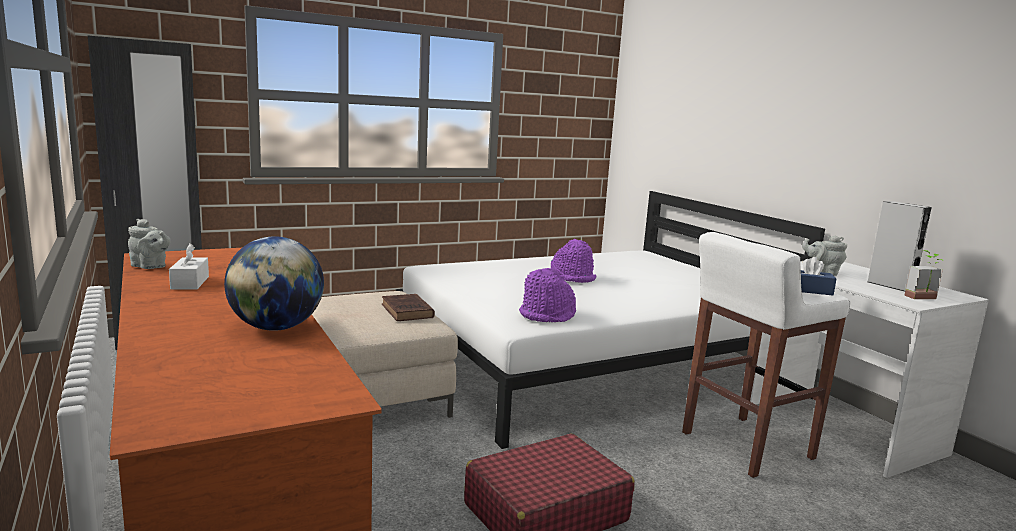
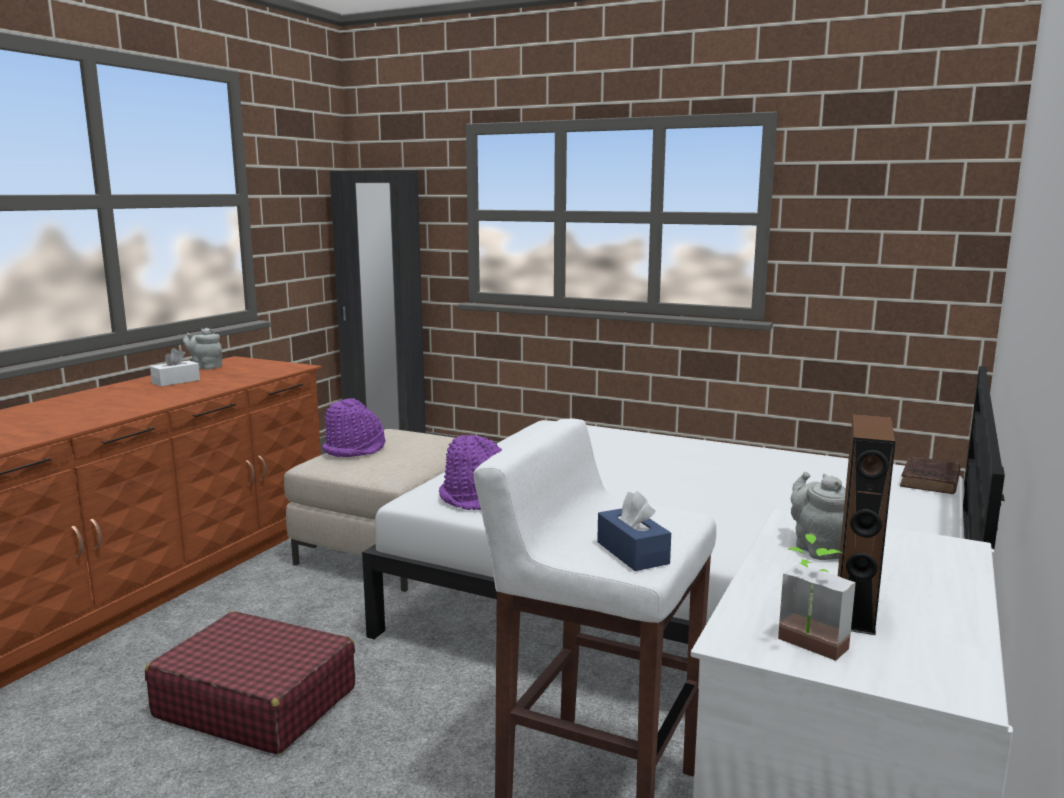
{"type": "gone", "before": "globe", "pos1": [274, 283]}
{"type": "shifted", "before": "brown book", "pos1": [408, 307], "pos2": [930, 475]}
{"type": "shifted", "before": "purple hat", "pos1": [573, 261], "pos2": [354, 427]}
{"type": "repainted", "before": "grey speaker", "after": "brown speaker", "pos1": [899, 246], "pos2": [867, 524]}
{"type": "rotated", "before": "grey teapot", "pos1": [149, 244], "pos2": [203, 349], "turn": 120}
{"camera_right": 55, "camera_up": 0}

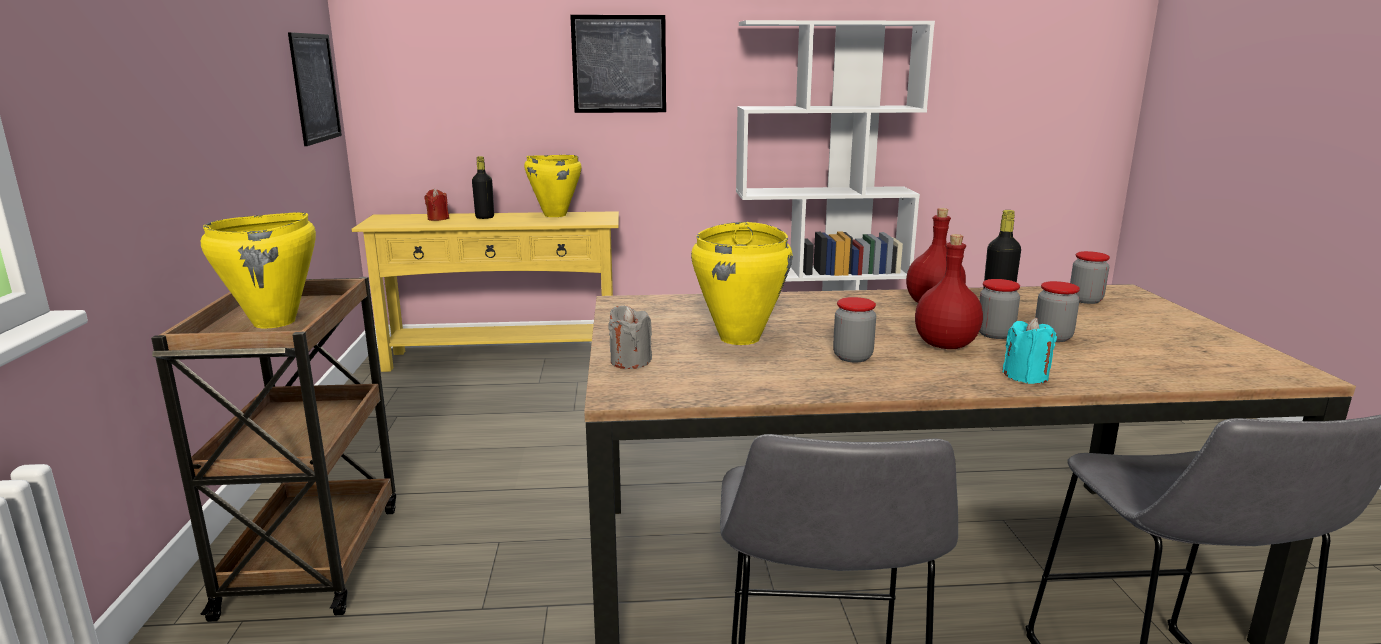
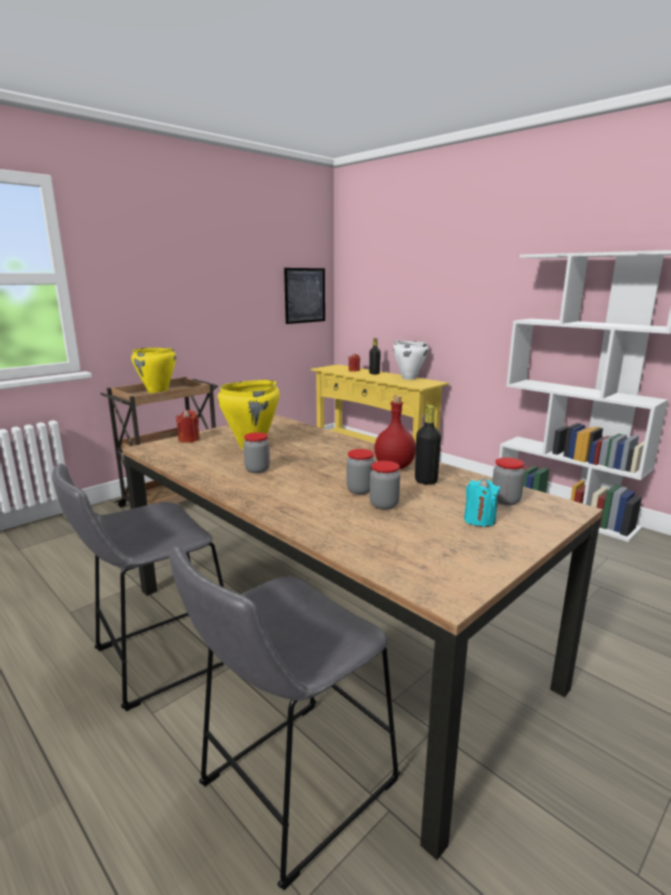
{"type": "gone", "before": "picture", "pos1": [618, 64]}
{"type": "gone", "before": "red bottle", "pos1": [949, 291]}
{"type": "shifted", "before": "turquoise candle", "pos1": [1029, 351], "pos2": [482, 502]}
{"type": "repainted", "before": "yellow cooking pot", "after": "white cooking pot", "pos1": [553, 186], "pos2": [411, 360]}
{"type": "repainted", "before": "grey candle", "after": "red candle", "pos1": [630, 337], "pos2": [187, 426]}
{"camera_right": 50, "camera_up": 0}

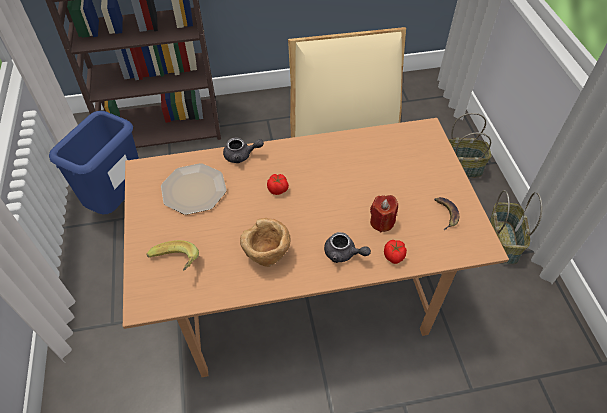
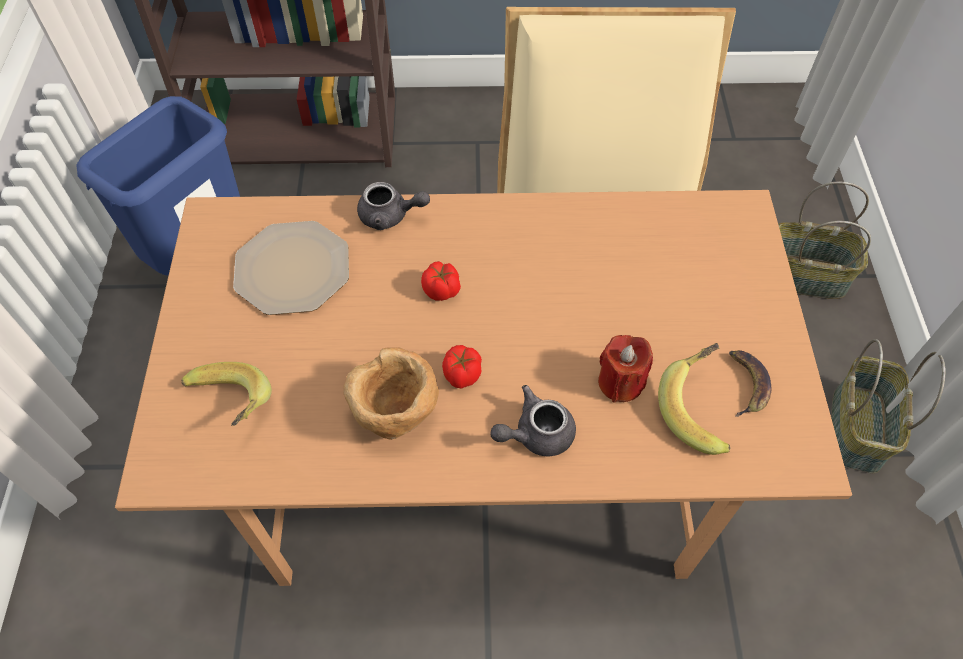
{"type": "new", "after": "banana", "pos2": [694, 399]}
{"type": "shifted", "before": "tomato", "pos1": [395, 252], "pos2": [462, 367]}
{"type": "rotated", "before": "grey teapot", "pos1": [347, 247], "pos2": [533, 421], "turn": 120}
{"camera_right": 10, "camera_up": 5}

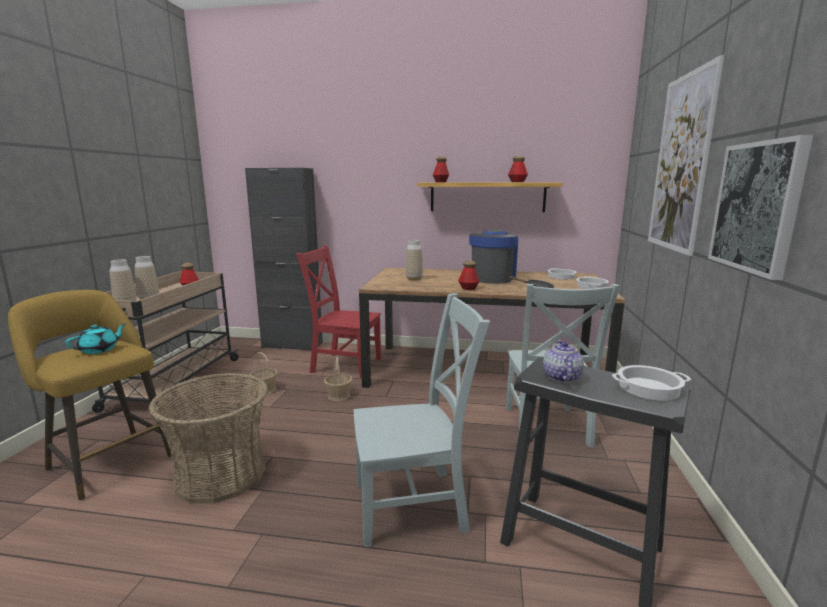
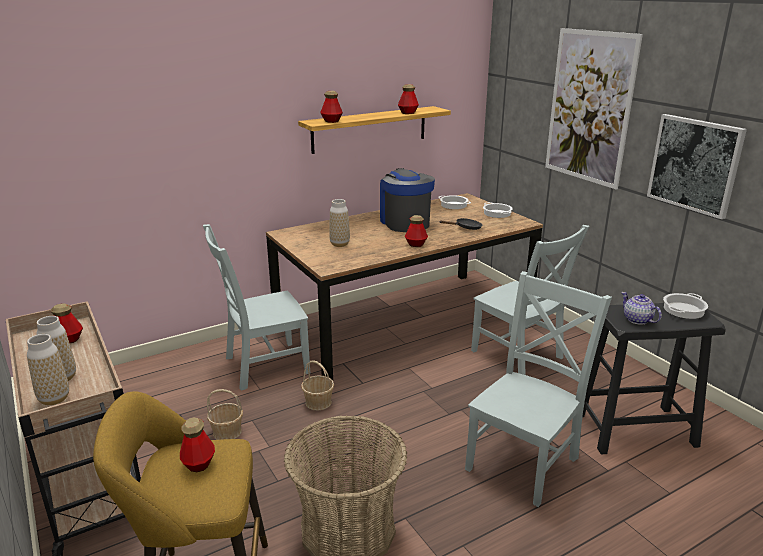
{"type": "gone", "before": "black cabinet", "pos1": [284, 259]}
{"type": "swapped", "before": "turquoise teapot", "after": "bottle", "pos1": [96, 339], "pos2": [197, 445]}
{"type": "repainted", "before": "red chair", "after": "grey chair", "pos1": [338, 312], "pos2": [256, 307]}
{"camera_right": -40, "camera_up": 10}

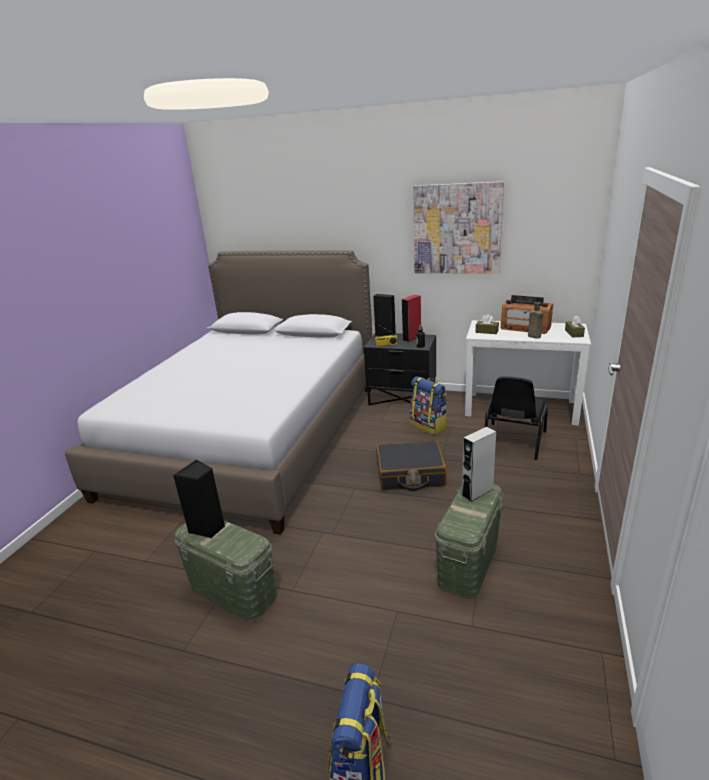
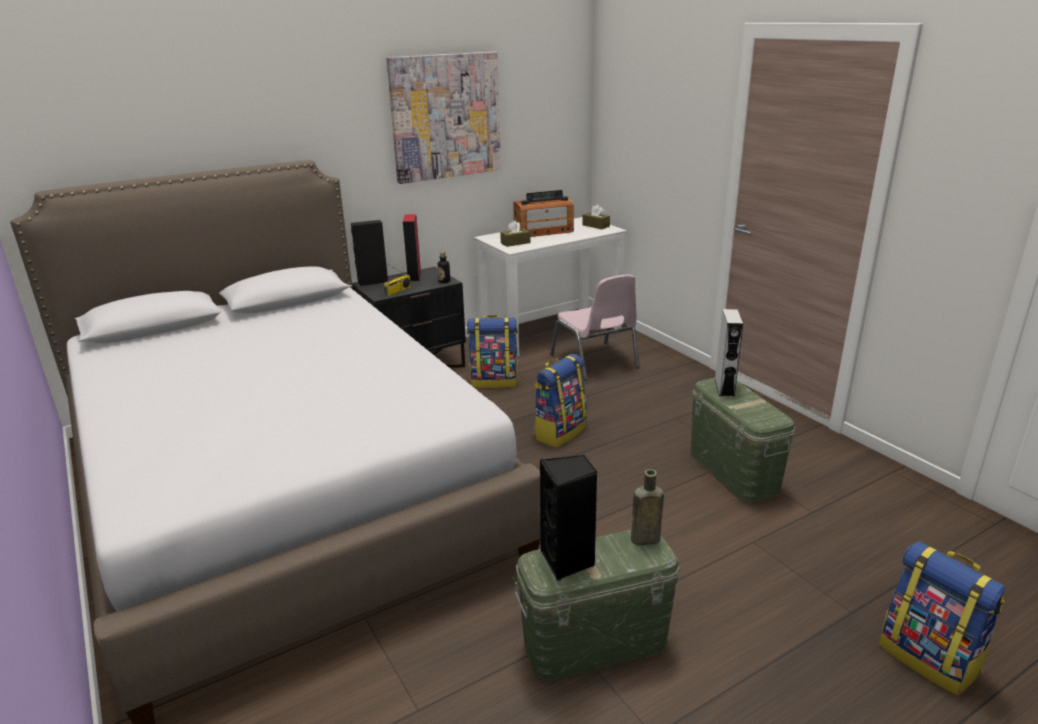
{"type": "shifted", "before": "brown bottle", "pos1": [535, 320], "pos2": [647, 507]}
{"type": "swapped", "before": "black suitcase", "after": "backpack", "pos1": [411, 466], "pos2": [560, 401]}
{"type": "repainted", "before": "black chair", "after": "pink chair", "pos1": [516, 418], "pos2": [594, 327]}
{"camera_right": -50, "camera_up": 0}

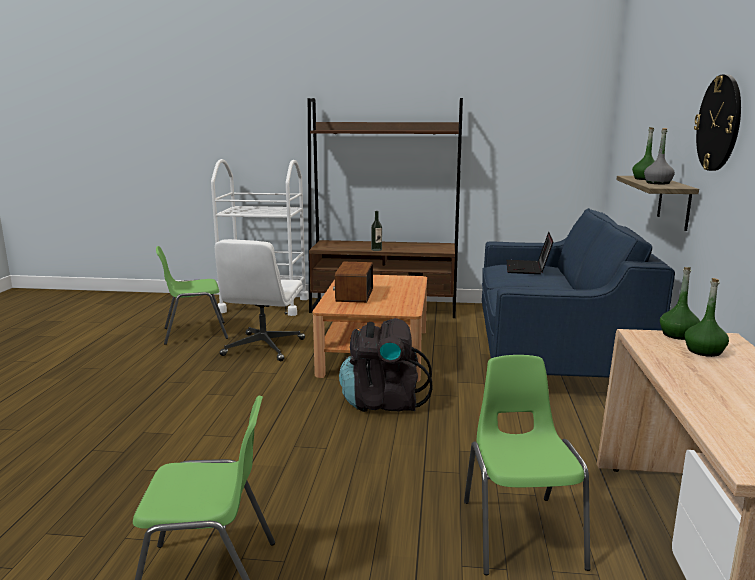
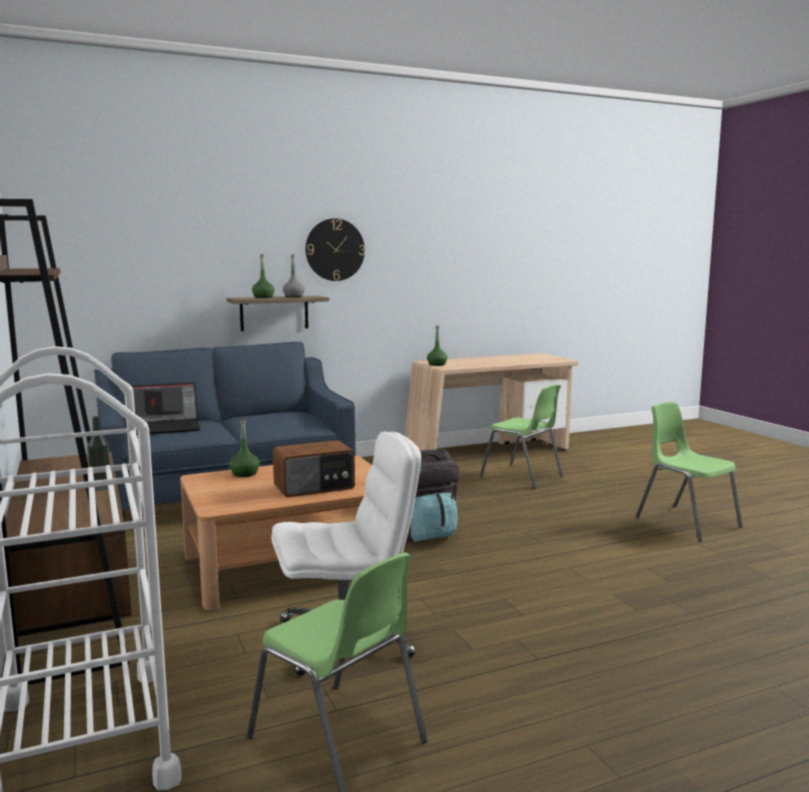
{"type": "shifted", "before": "green bottle", "pos1": [706, 317], "pos2": [244, 448]}
{"type": "rotated", "before": "green chair", "pos1": [527, 465], "pos2": [521, 436], "turn": -105}
{"camera_right": -120, "camera_up": -5}

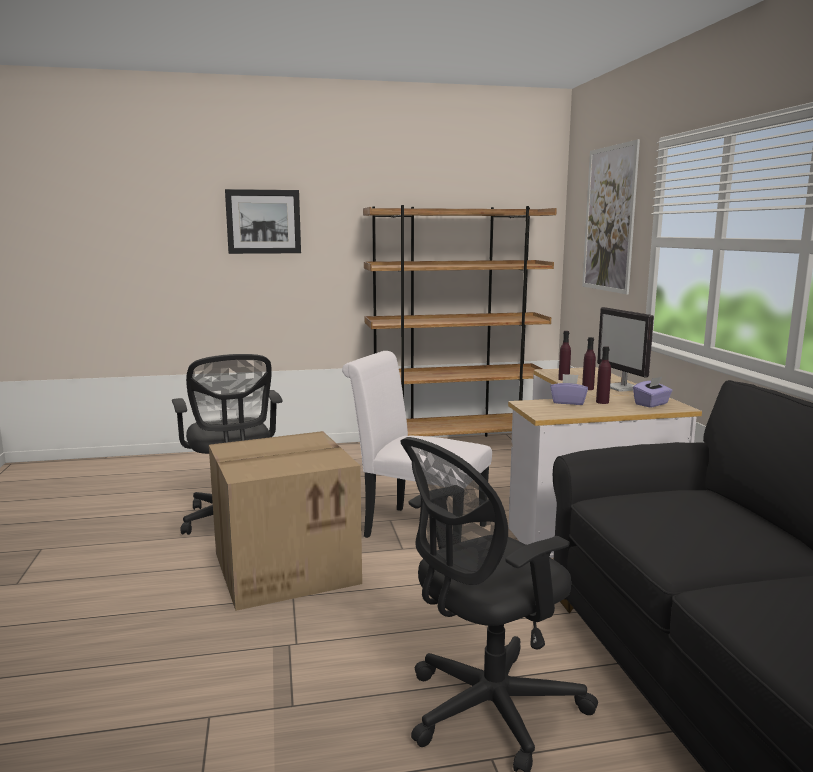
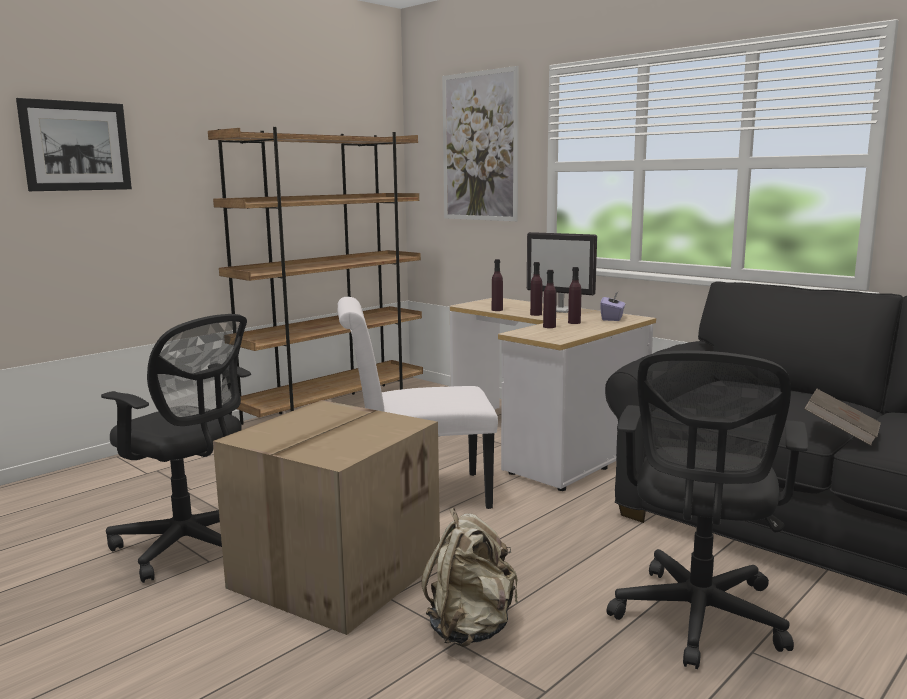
{"type": "new", "after": "beige backpack", "pos2": [469, 577]}
{"type": "new", "after": "brown book", "pos2": [842, 417]}
{"type": "swapped", "before": "purple tissue box", "after": "purple bottle", "pos1": [569, 389], "pos2": [549, 299]}
{"camera_right": -35, "camera_up": 0}

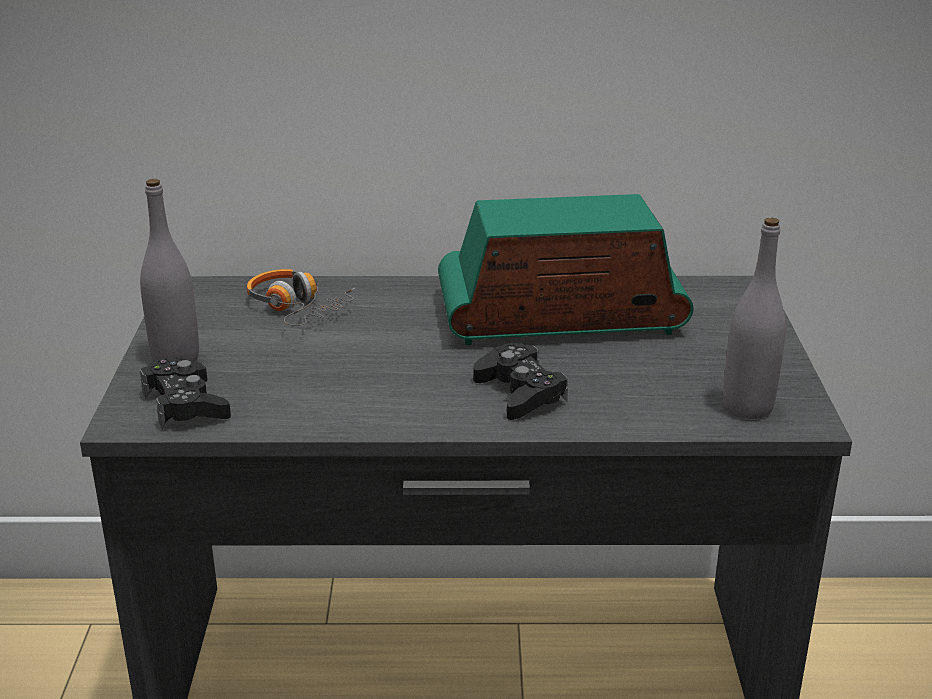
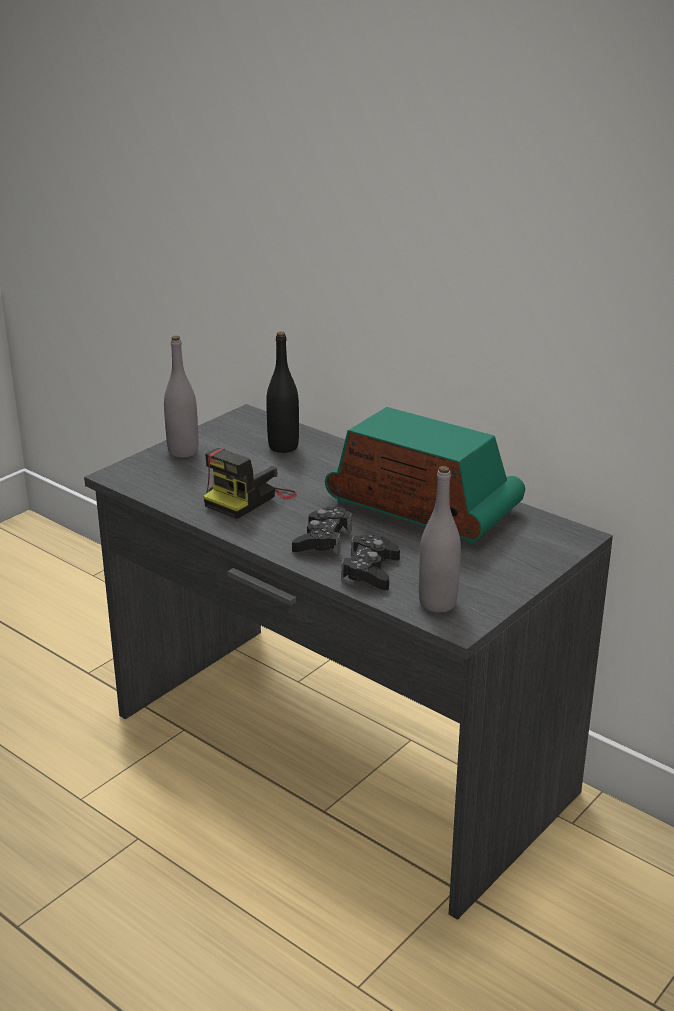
{"type": "new", "after": "photo camera", "pos2": [250, 483]}
{"type": "shifted", "before": "black game controller", "pos1": [185, 393], "pos2": [370, 562]}
{"type": "swapped", "before": "headphones", "after": "black bottle", "pos1": [301, 297], "pos2": [282, 392]}
{"camera_right": 40, "camera_up": 0}

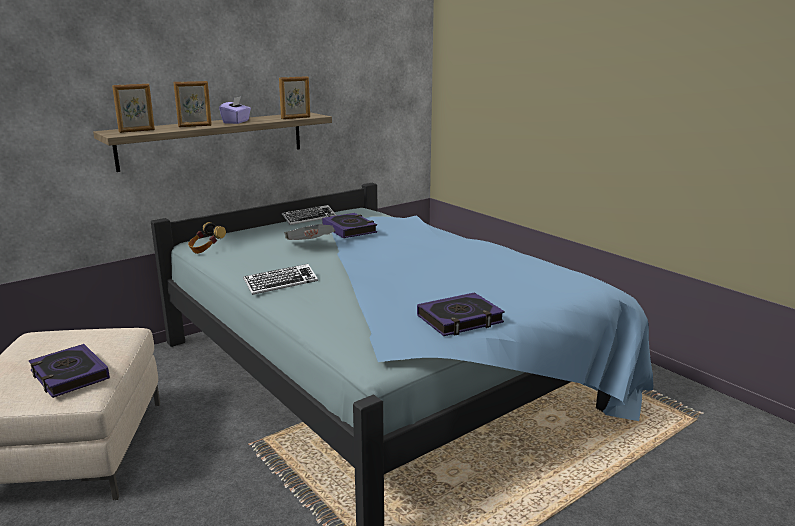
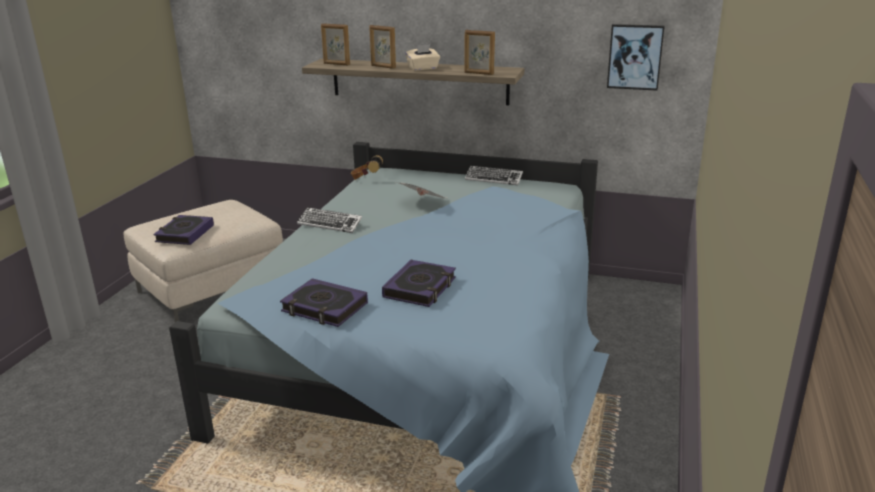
{"type": "new", "after": "picture", "pos2": [636, 57]}
{"type": "shifted", "before": "book", "pos1": [349, 225], "pos2": [419, 283]}
{"type": "repainted", "before": "purple tissue box", "after": "beige tissue box", "pos1": [235, 110], "pos2": [422, 57]}
{"camera_right": 55, "camera_up": 5}

